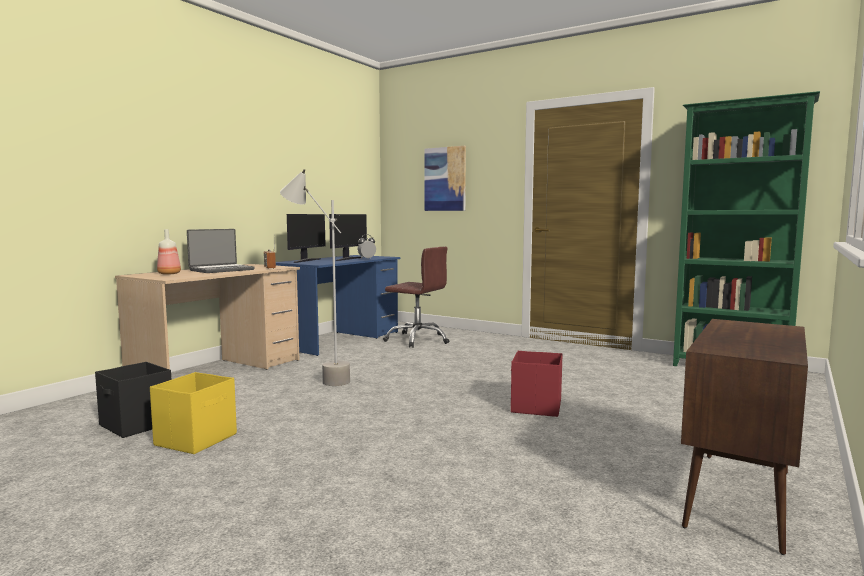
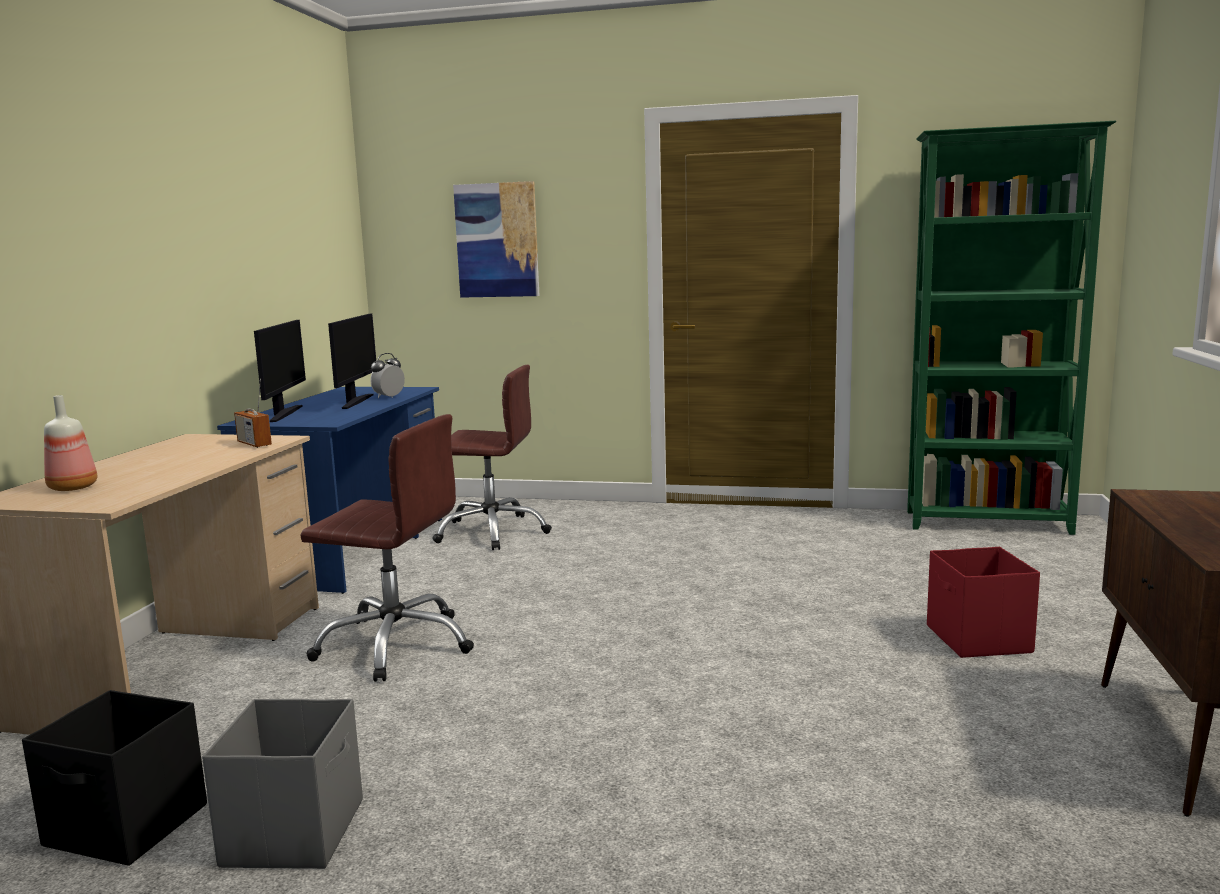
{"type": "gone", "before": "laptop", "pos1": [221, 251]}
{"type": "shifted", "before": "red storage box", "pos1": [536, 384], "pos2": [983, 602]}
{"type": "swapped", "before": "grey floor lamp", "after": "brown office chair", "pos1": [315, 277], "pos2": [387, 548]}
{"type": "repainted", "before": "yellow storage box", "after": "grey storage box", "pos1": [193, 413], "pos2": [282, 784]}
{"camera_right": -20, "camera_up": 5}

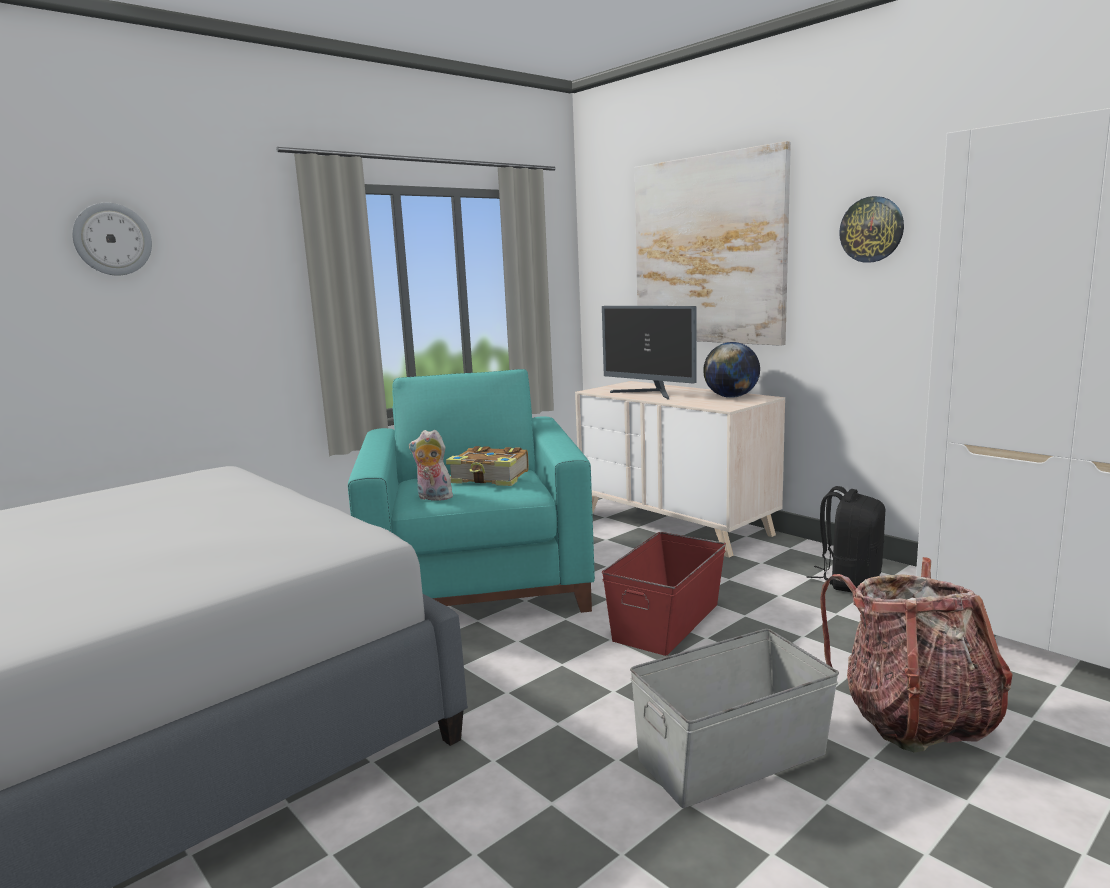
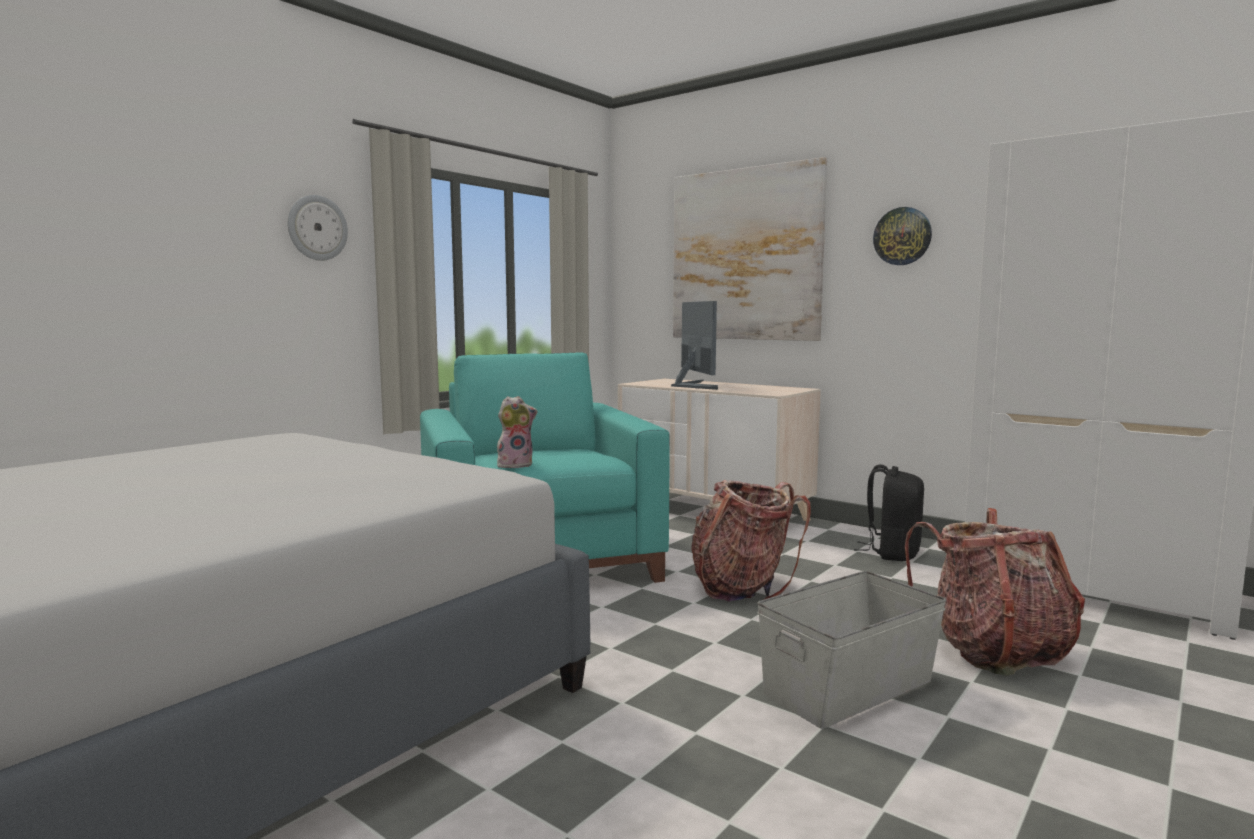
{"type": "gone", "before": "book", "pos1": [487, 466]}
{"type": "gone", "before": "globe", "pos1": [731, 370]}
{"type": "shifted", "before": "wall clock", "pos1": [112, 239], "pos2": [318, 228]}
{"type": "swapped", "before": "red storage box", "after": "backpack", "pos1": [664, 594], "pos2": [751, 540]}
{"type": "rotated", "before": "plush toy", "pos1": [432, 465], "pos2": [517, 432], "turn": 150}
{"type": "rotated", "before": "monitor", "pos1": [649, 353], "pos2": [694, 345], "turn": -135}
{"camera_right": -10, "camera_up": -5}

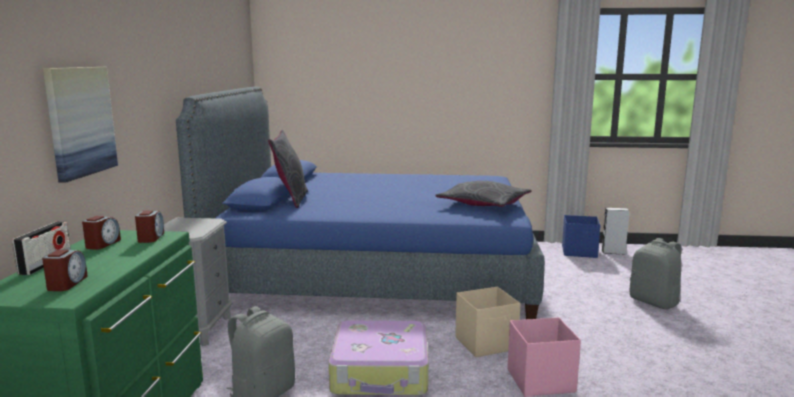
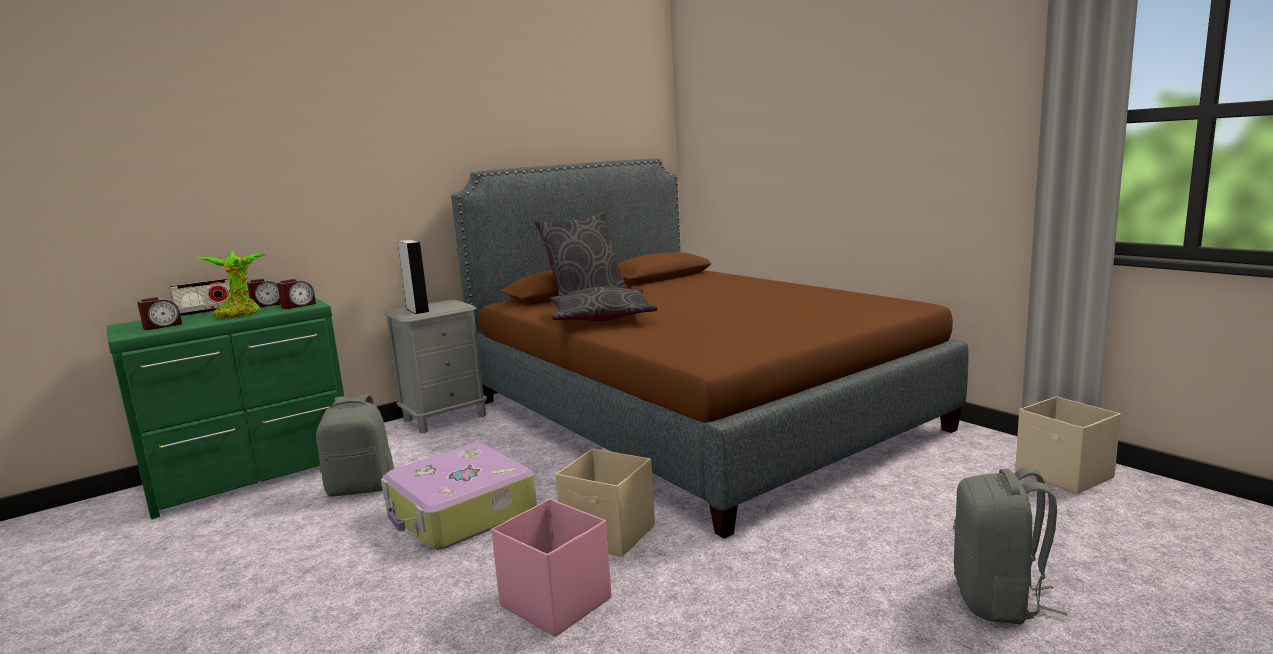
{"type": "gone", "before": "picture", "pos1": [80, 125]}
{"type": "new", "after": "potted plant", "pos2": [231, 284]}
{"type": "shifted", "before": "grey pillow", "pos1": [483, 194], "pos2": [603, 303]}
{"type": "shifted", "before": "grey speaker", "pos1": [616, 231], "pos2": [413, 277]}
{"type": "repainted", "before": "blue bed", "after": "brown bed", "pos1": [360, 203], "pos2": [709, 348]}
{"type": "repainted", "before": "blue storage box", "after": "beige storage box", "pos1": [581, 236], "pos2": [1068, 445]}
{"camera_right": 50, "camera_up": 0}

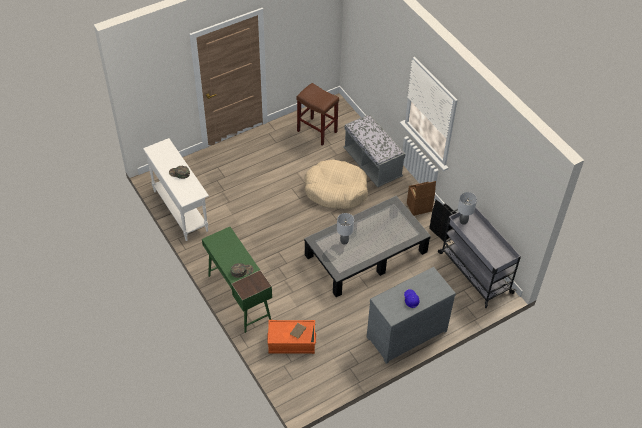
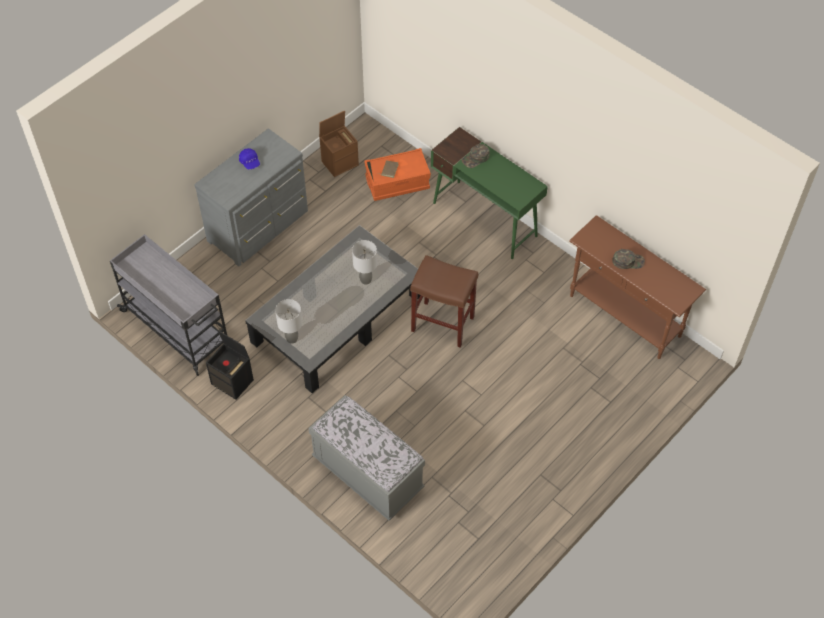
{"type": "gone", "before": "beige dog bed", "pos1": [336, 184]}
{"type": "shifted", "before": "brown stool", "pos1": [318, 114], "pos2": [444, 301]}
{"type": "shifted", "before": "brown storage box", "pos1": [421, 198], "pos2": [339, 143]}
{"type": "shifted", "before": "grey table lamp", "pos1": [467, 208], "pos2": [288, 321]}
{"type": "repainted", "before": "white console table", "after": "brown console table", "pos1": [176, 189], "pos2": [637, 287]}
{"camera_right": 165, "camera_up": 5}

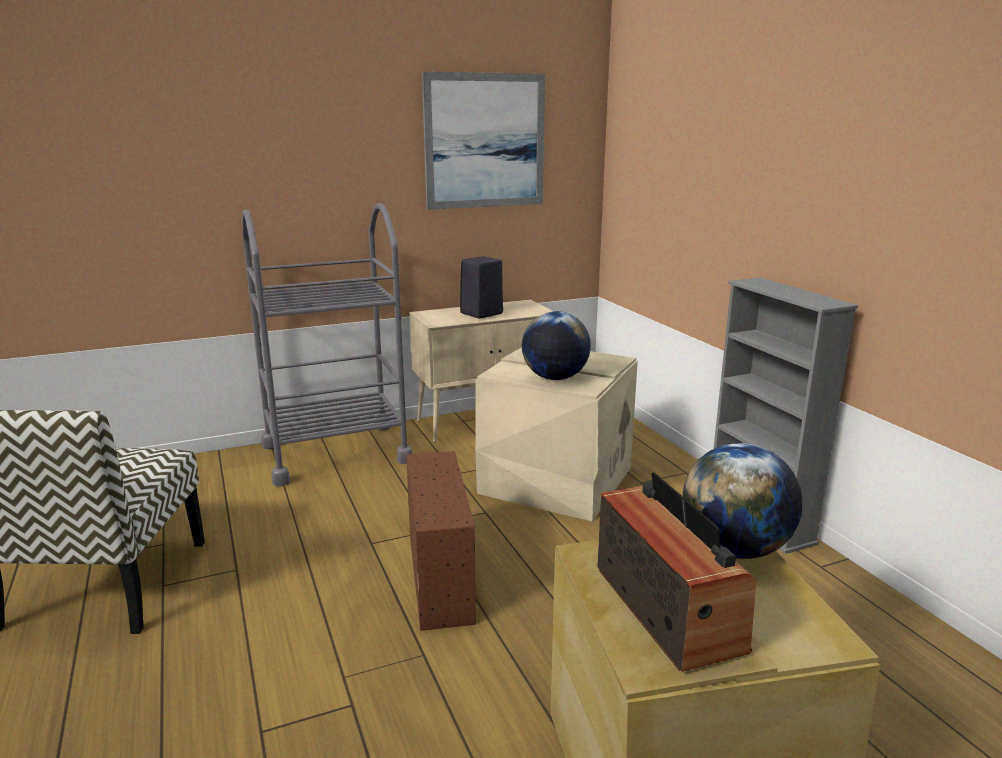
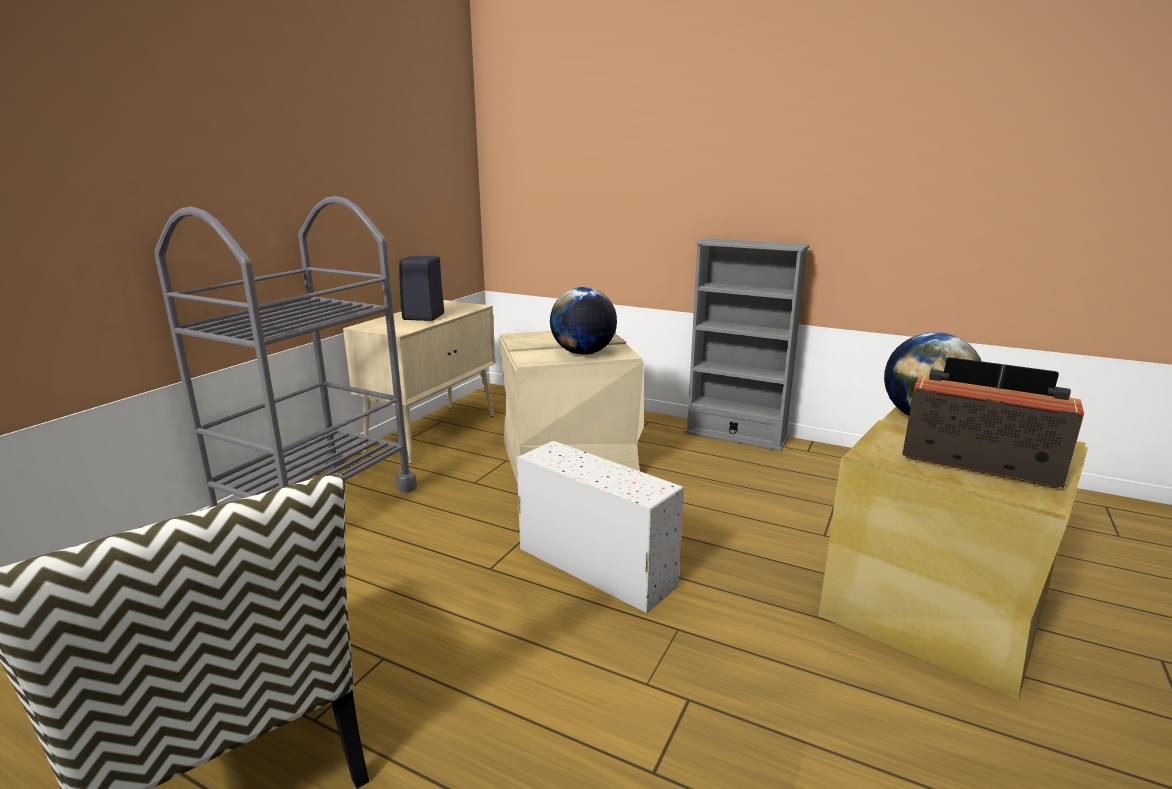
{"type": "gone", "before": "picture", "pos1": [483, 140]}
{"type": "repainted", "before": "brown storage box", "after": "white storage box", "pos1": [441, 541], "pos2": [600, 527]}
{"camera_right": -40, "camera_up": 0}

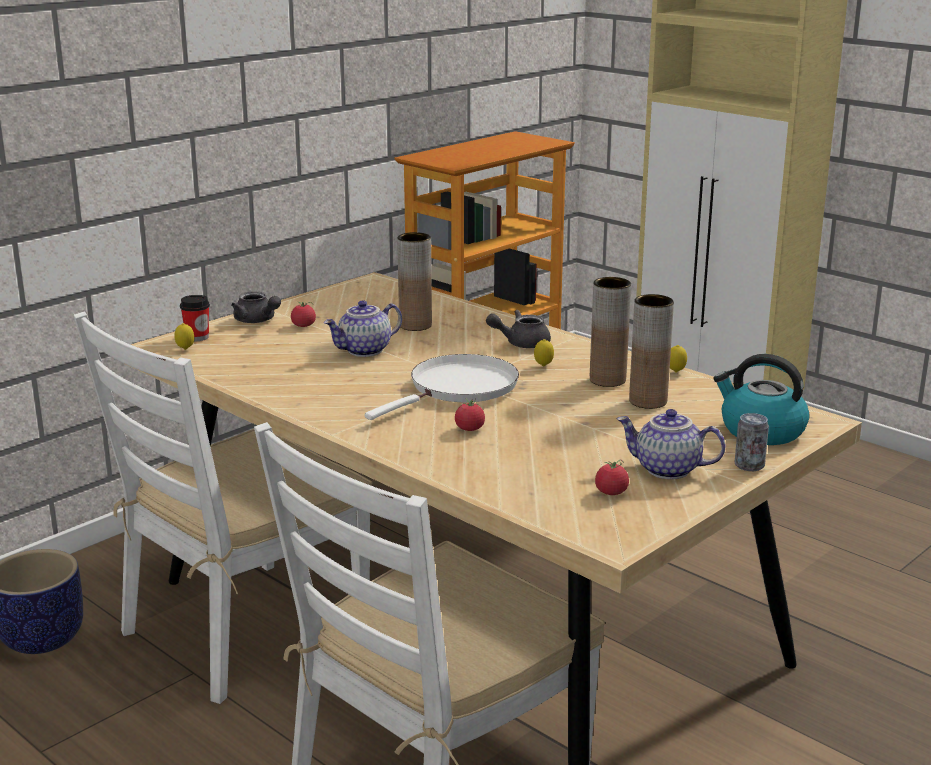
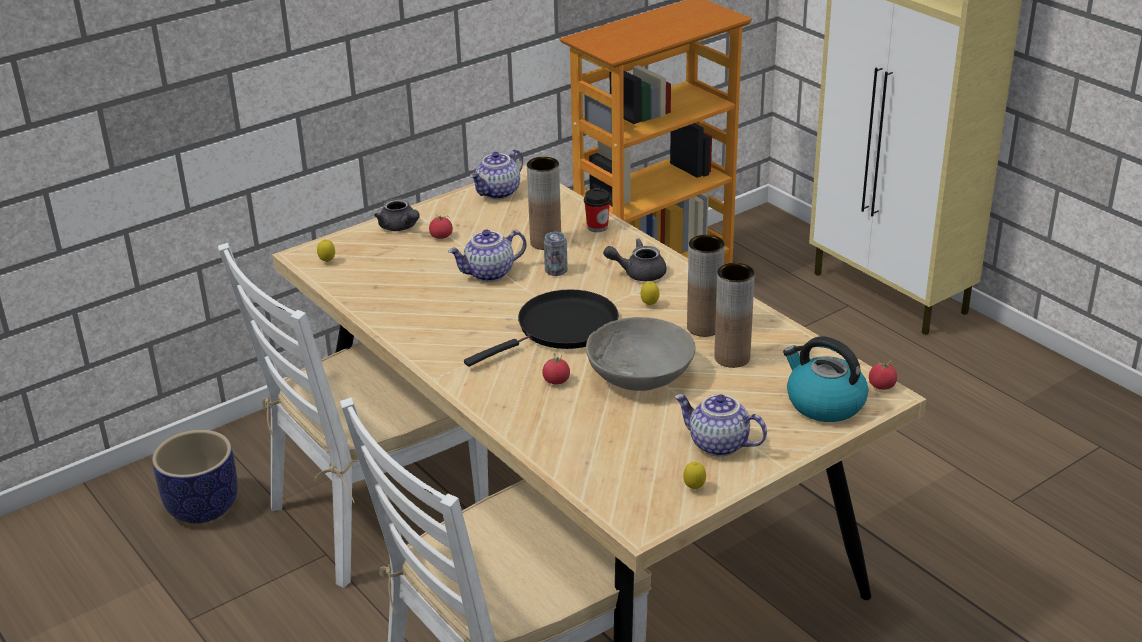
{"type": "new", "after": "teapot", "pos2": [496, 174]}
{"type": "new", "after": "grey bowl", "pos2": [640, 354]}
{"type": "shifted", "before": "cup", "pos1": [195, 318], "pos2": [597, 210]}
{"type": "shifted", "before": "tomato", "pos1": [612, 477], "pos2": [883, 375]}
{"type": "shifted", "before": "lemon", "pos1": [678, 358], "pos2": [694, 475]}
{"type": "shifted", "before": "can", "pos1": [751, 442], "pos2": [556, 254]}
{"type": "repainted", "before": "white frying pan", "after": "black frying pan", "pos1": [442, 387], "pos2": [541, 328]}
{"camera_right": 10, "camera_up": 10}

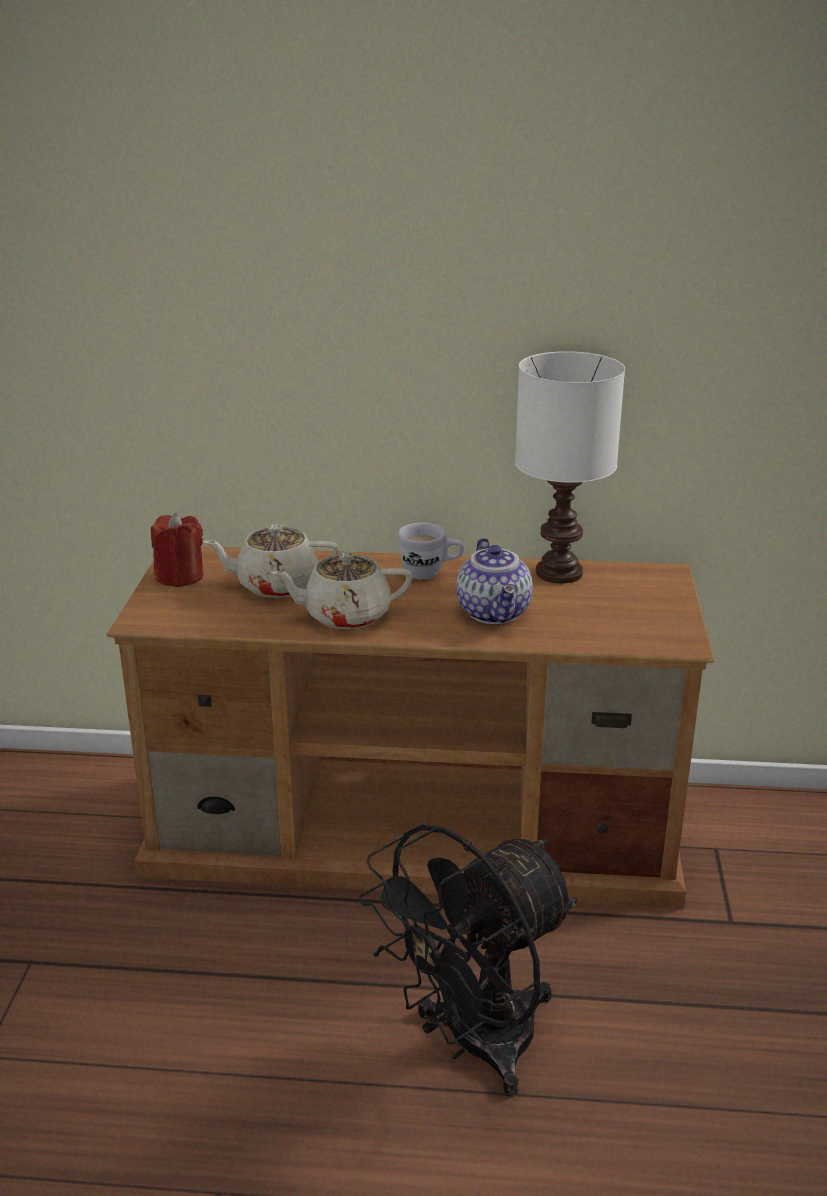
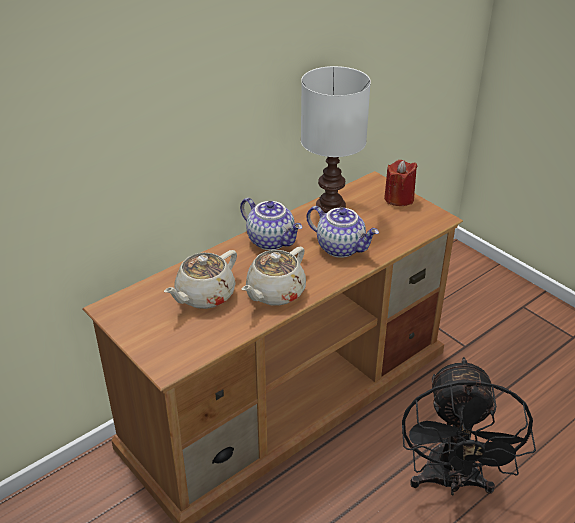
{"type": "shifted", "before": "red candle", "pos1": [177, 549], "pos2": [400, 183]}
{"type": "swapped", "before": "white mug", "after": "teapot", "pos1": [431, 551], "pos2": [271, 224]}
{"camera_right": -45, "camera_up": 10}

